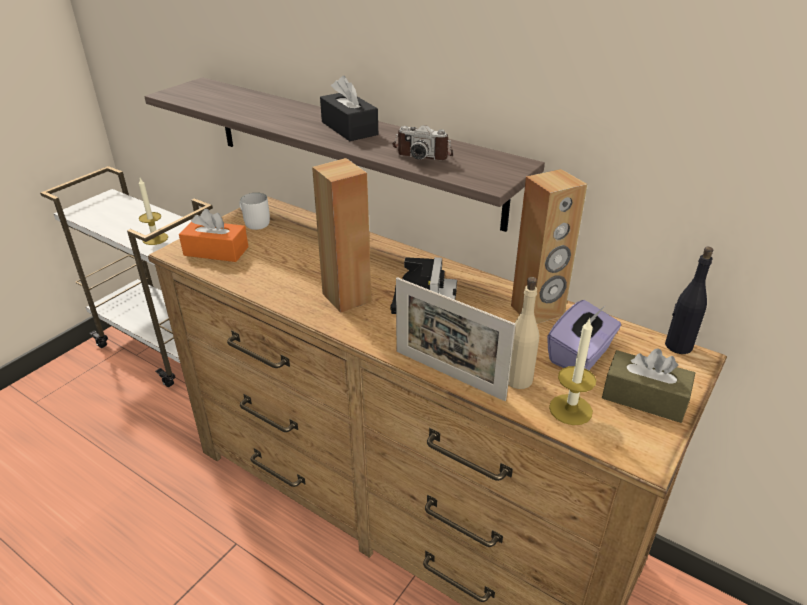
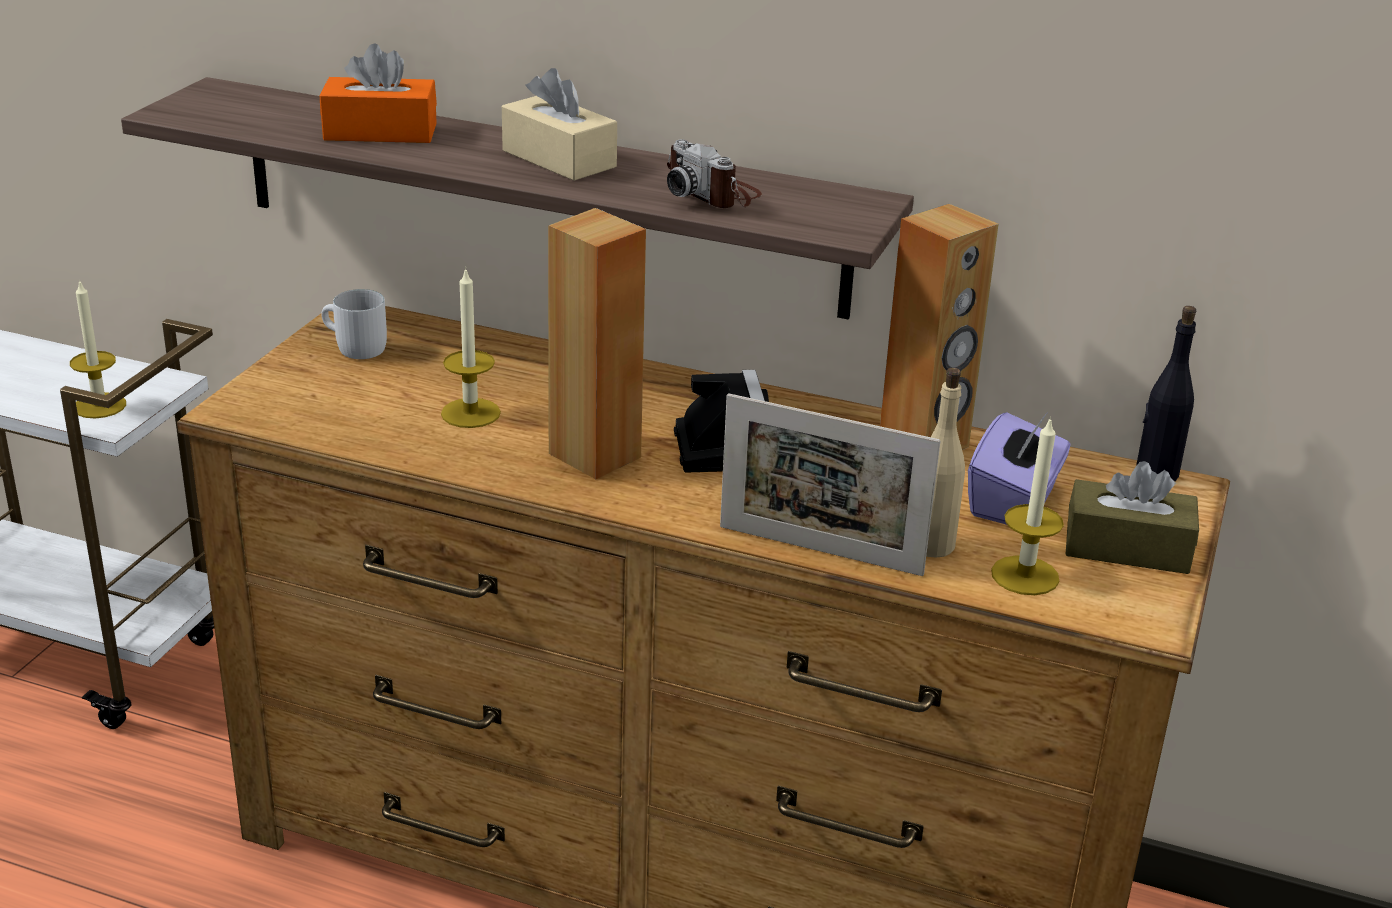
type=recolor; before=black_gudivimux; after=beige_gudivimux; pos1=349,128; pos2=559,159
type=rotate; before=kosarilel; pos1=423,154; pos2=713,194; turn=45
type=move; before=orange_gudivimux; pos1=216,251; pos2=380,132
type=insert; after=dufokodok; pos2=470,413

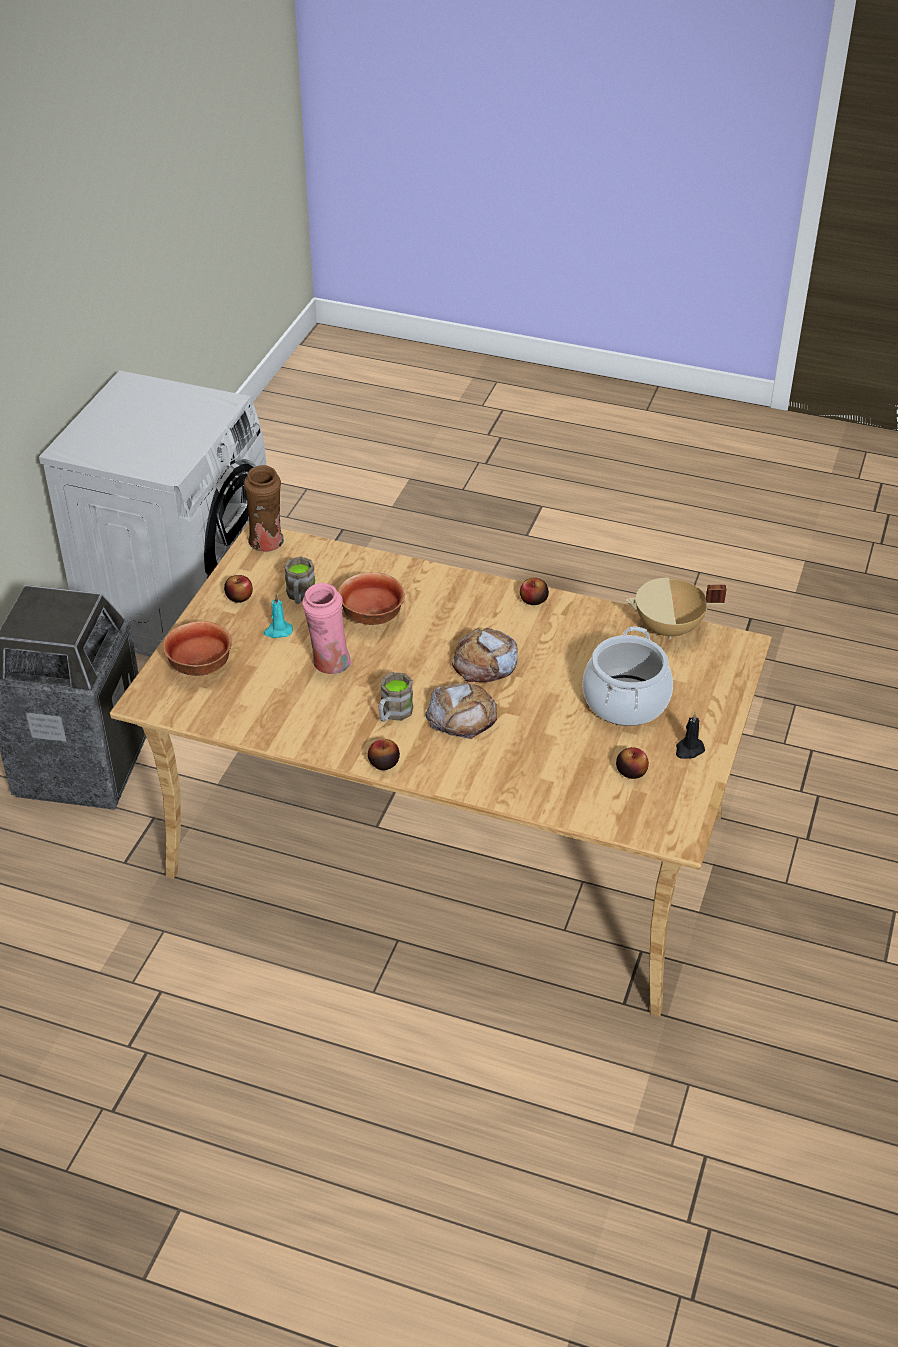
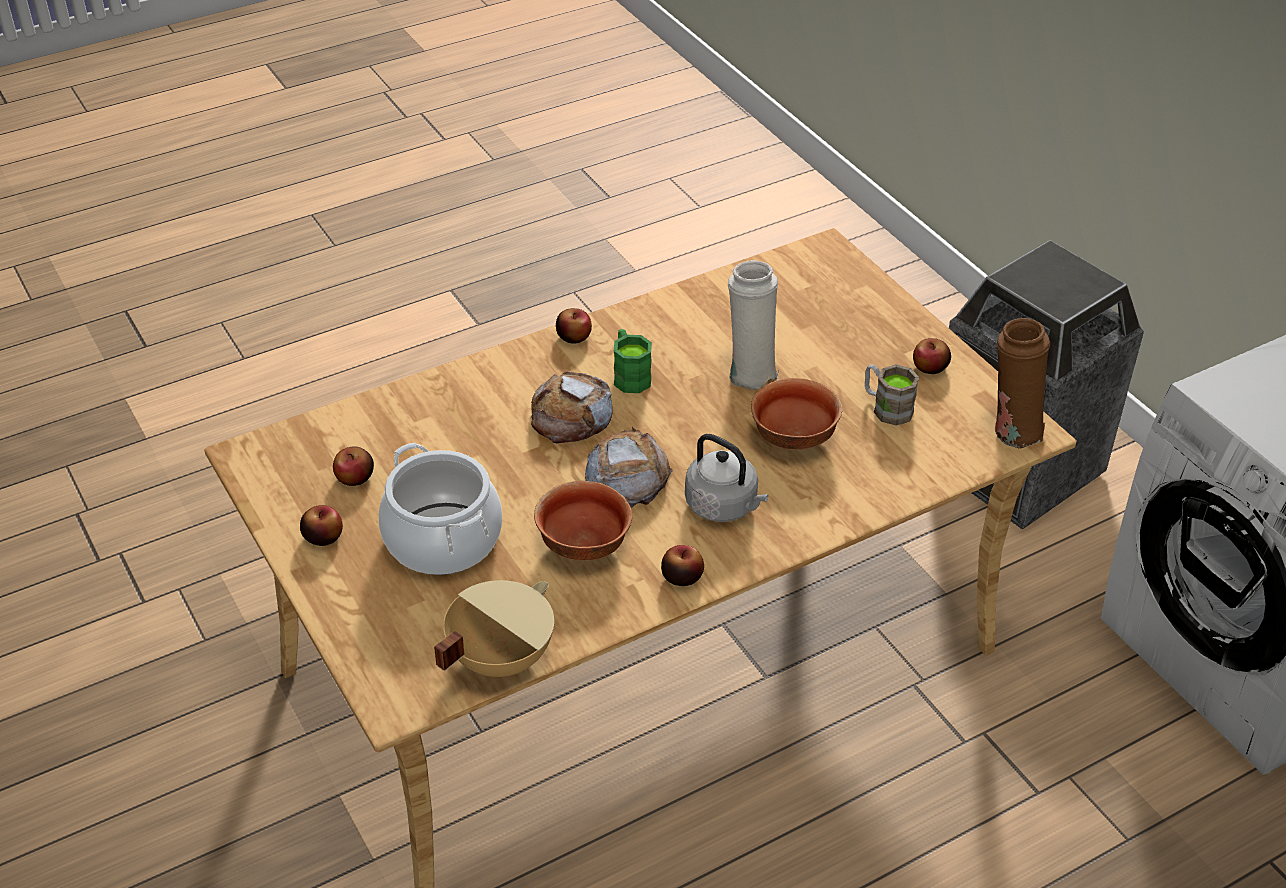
type=recolor; before=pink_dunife; after=white_dunife; pos1=329,665; pos2=749,372
type=delete; before=turquoise_dufokodok; pos1=278,631
type=move; before=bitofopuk; pos1=199,667; pos2=584,544
type=recolor; before=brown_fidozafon; after=green_fidozafon; pos1=393,714; pos2=629,375
type=replace; before=black_dufokodok; after=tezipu; pos1=688,750; pos2=323,537
type=insert; after=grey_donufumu; pos2=724,506

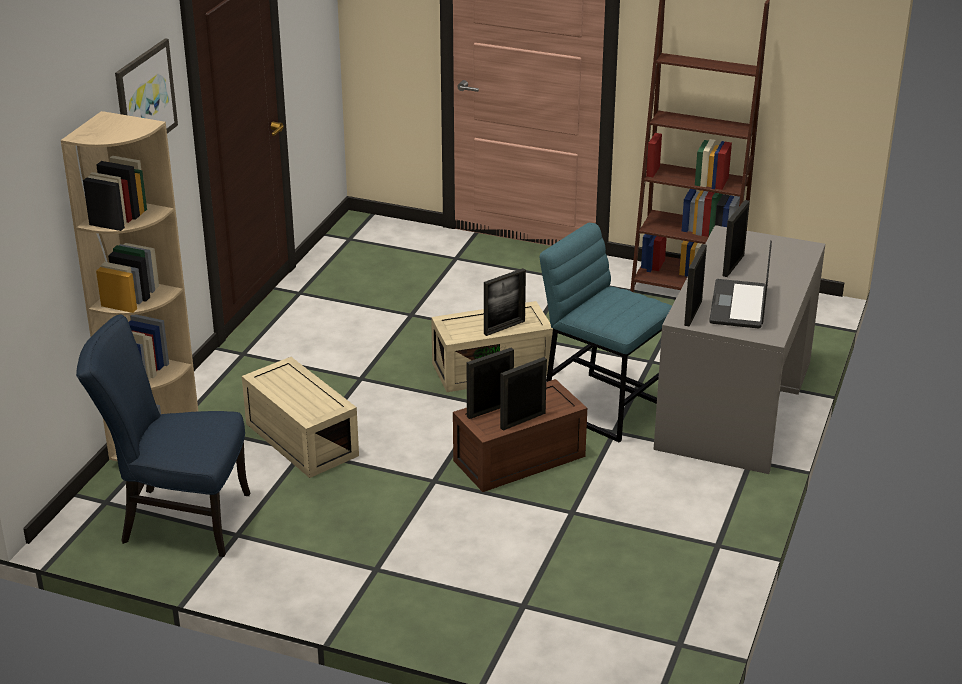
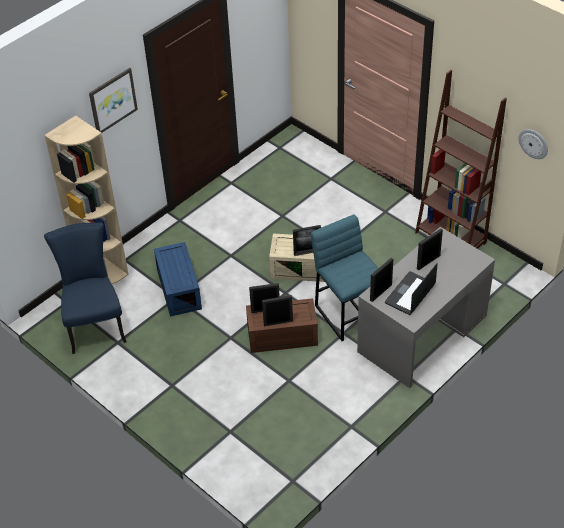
type=rotate; before=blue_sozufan; pos1=177,519; pos2=94,323; turn=45
type=recolor; before=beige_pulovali; after=blue_pulovali; pos1=299,439; pos2=178,289
type=insert; after=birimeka; pos2=533,143

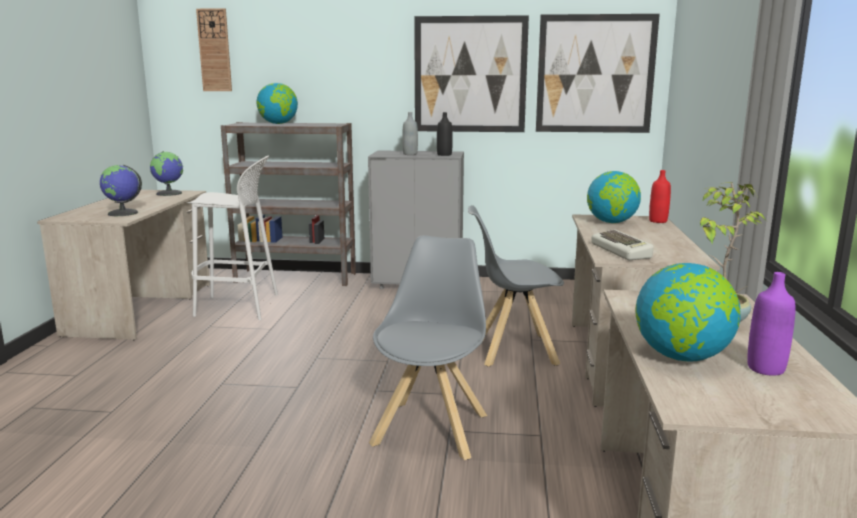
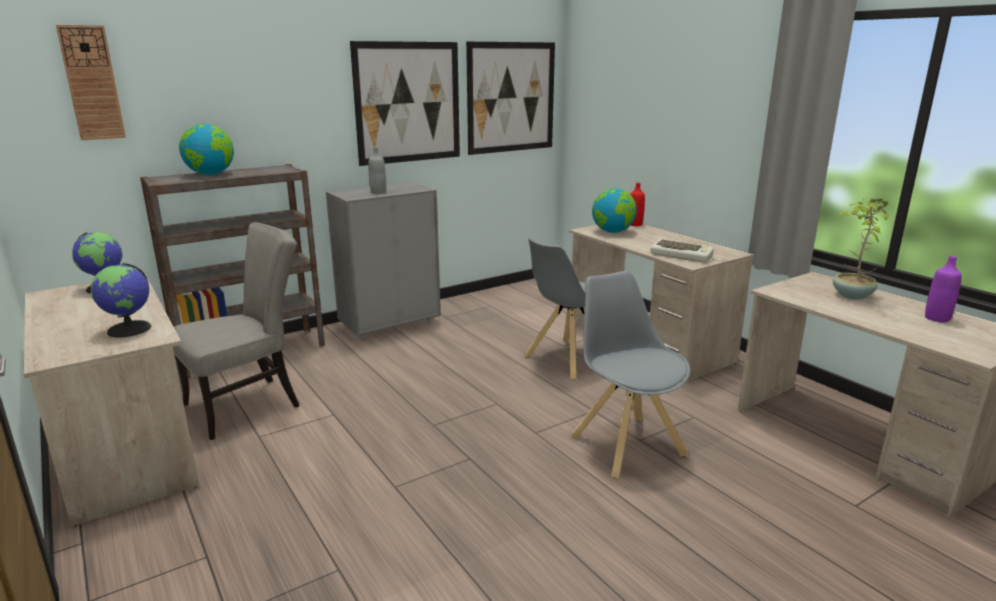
type=delete; before=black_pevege; pos1=444,155
type=replace; before=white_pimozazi; after=grey_sozufan; pos1=238,306; pos2=249,404
type=delete; before=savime; pos1=681,357

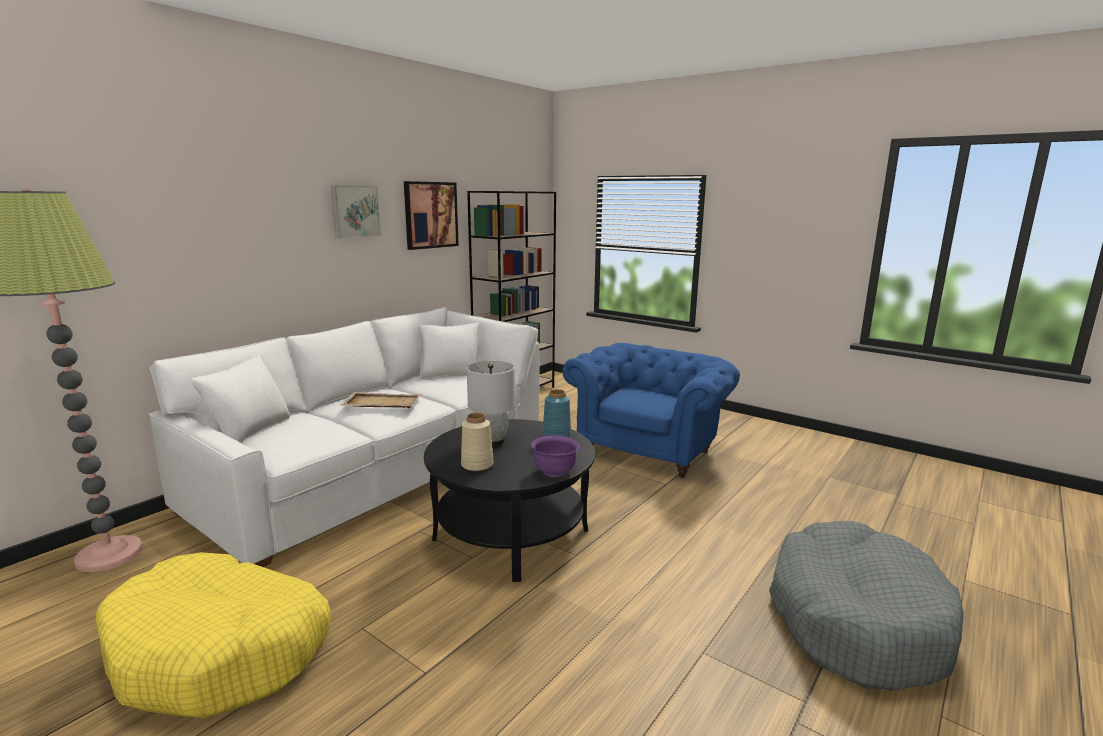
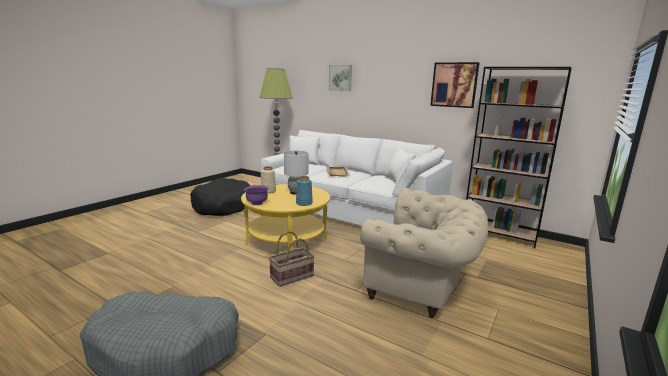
type=move; before=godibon; pos1=354,211; pos2=340,78
type=recolor; before=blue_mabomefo; after=beige_mabomefo; pos1=650,449; pos2=422,287
type=recolor; before=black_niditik; after=yellow_niditik; pos1=511,533; pos2=287,241
type=recolor; before=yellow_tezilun; after=black_tezilun; pos1=220,650; pos2=223,206
type=insert; after=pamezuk; pos2=292,277

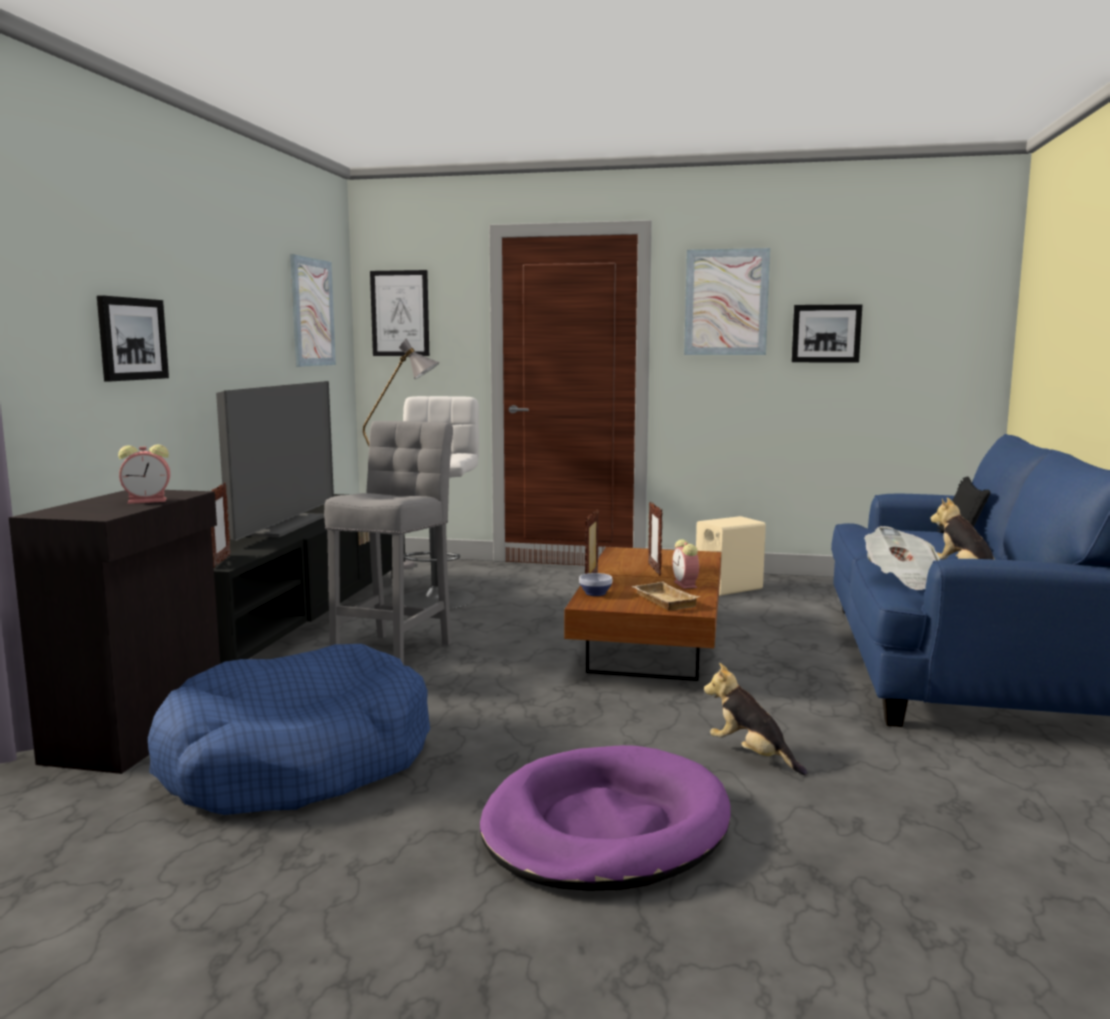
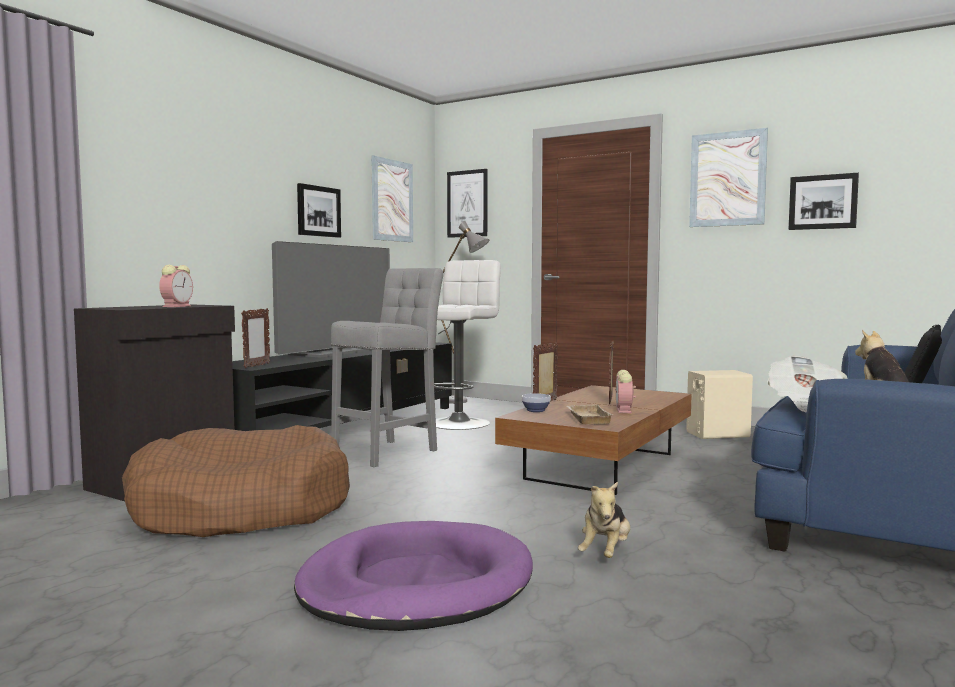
type=move; before=godibon; pos1=131,339; pos2=318,211
type=rotate; before=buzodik; pos1=149,501; pos2=177,306; turn=-75
type=recolor; before=blue_tezilun; after=brown_tezilun; pos1=296,761; pos2=240,508
type=rotate; before=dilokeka; pos1=751,755; pos2=605,553; turn=-135

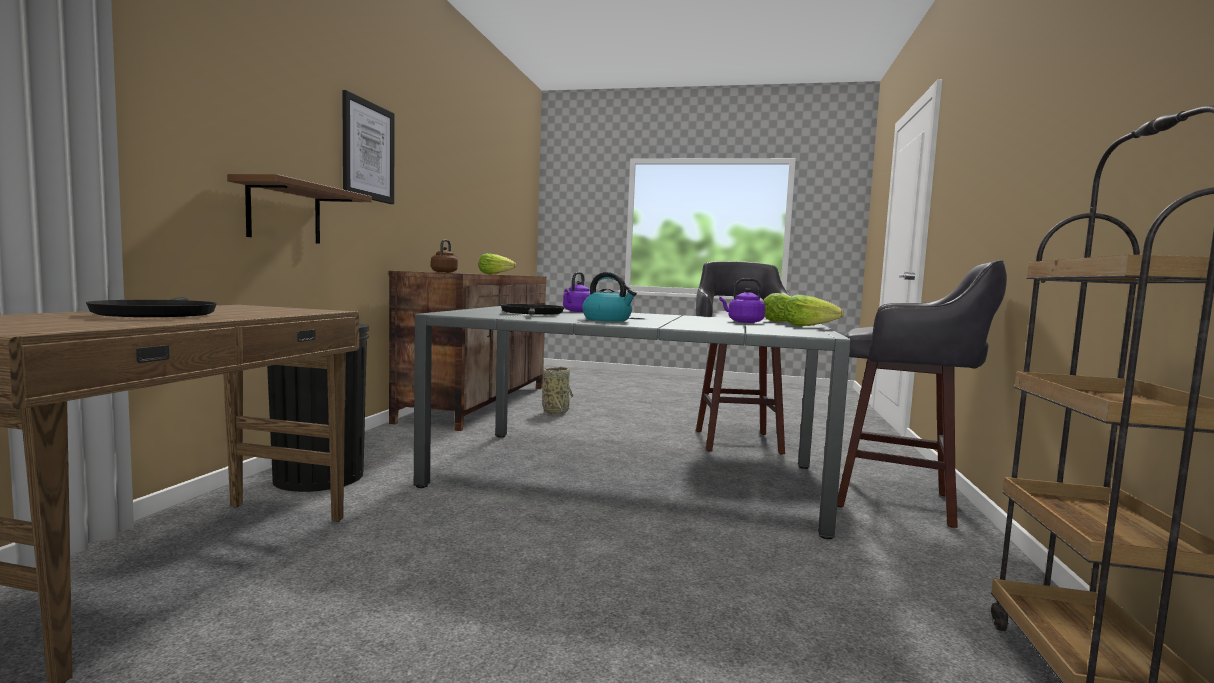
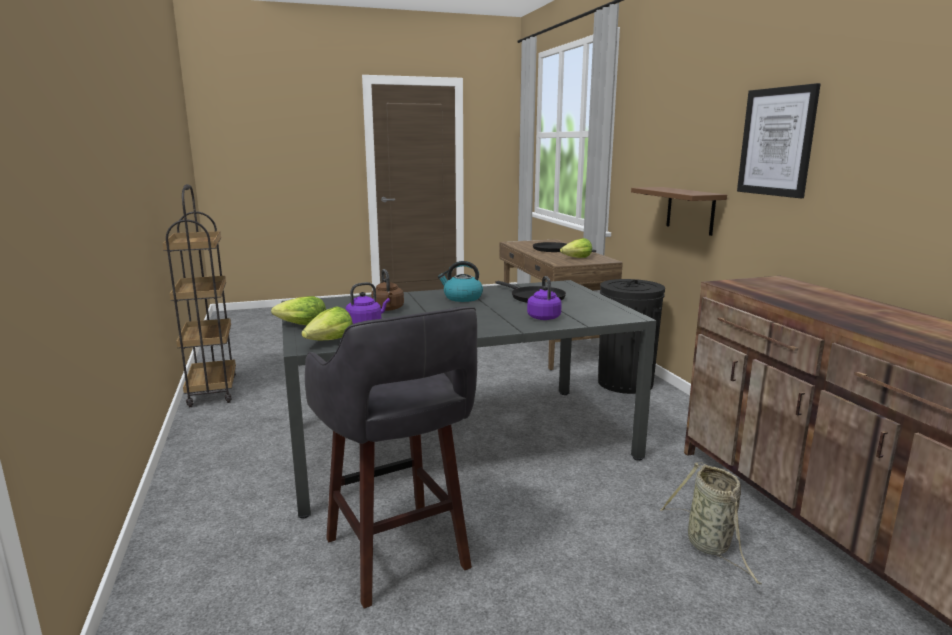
type=move; before=brown_donufumu; pos1=445,272; pos2=388,309
type=move; before=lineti; pos1=495,274; pos2=577,258
type=delete; before=grey_pimozazi; pos1=901,502

